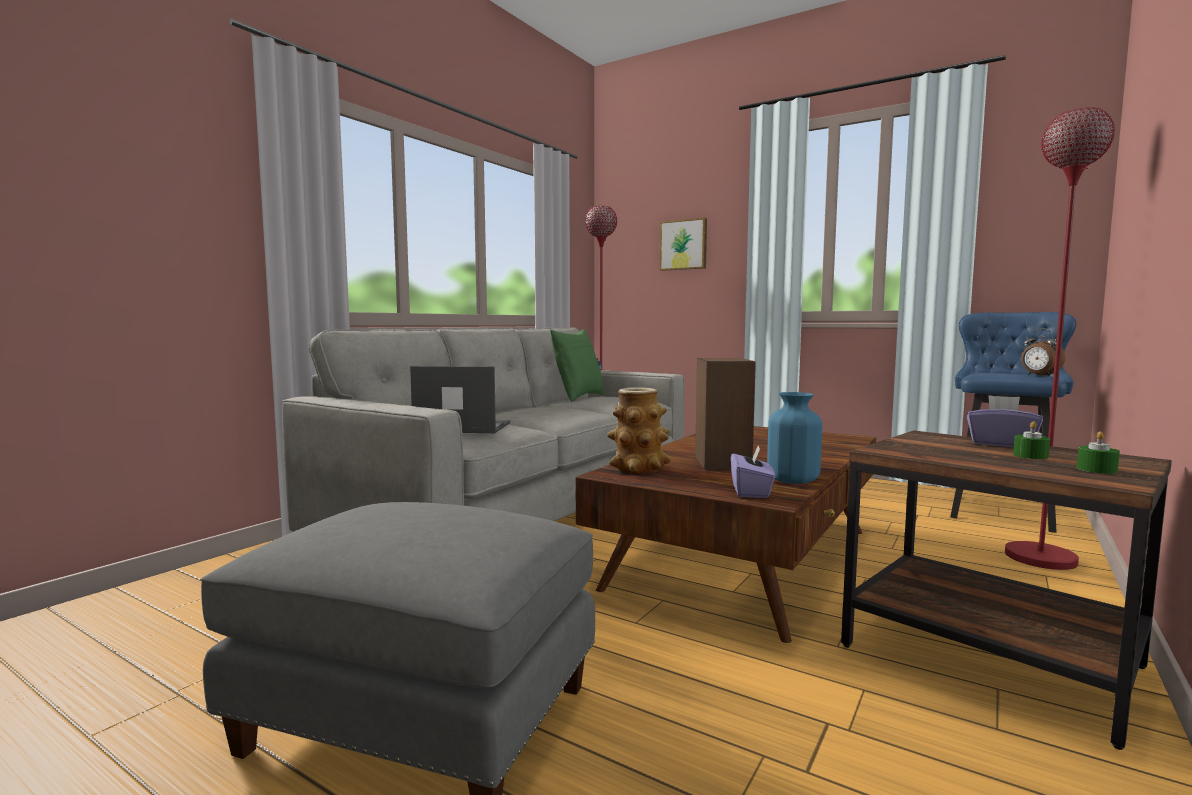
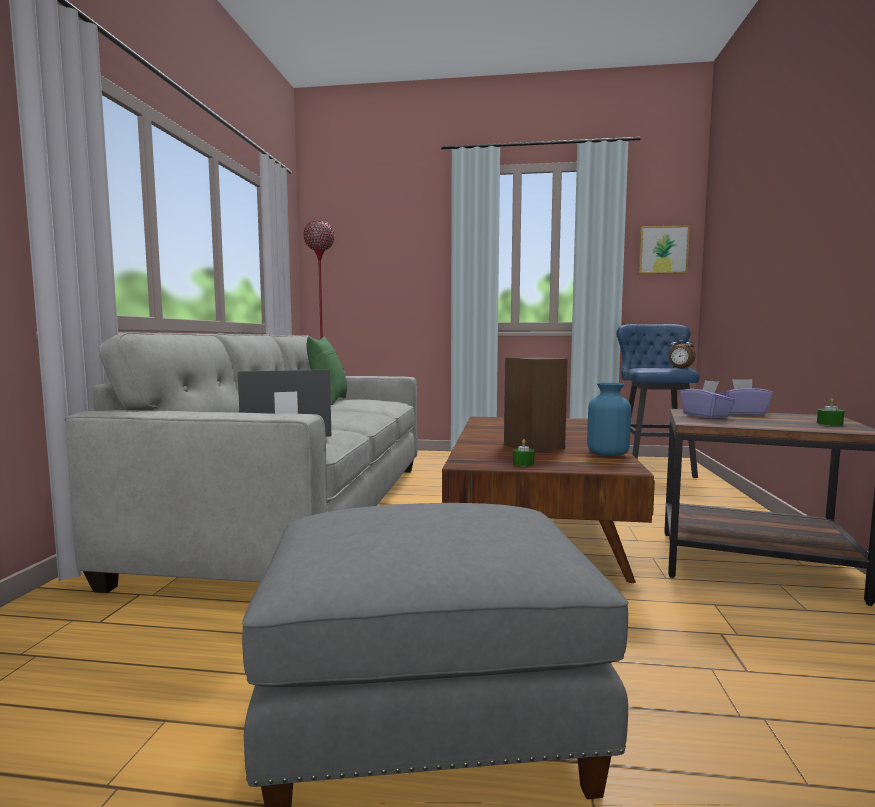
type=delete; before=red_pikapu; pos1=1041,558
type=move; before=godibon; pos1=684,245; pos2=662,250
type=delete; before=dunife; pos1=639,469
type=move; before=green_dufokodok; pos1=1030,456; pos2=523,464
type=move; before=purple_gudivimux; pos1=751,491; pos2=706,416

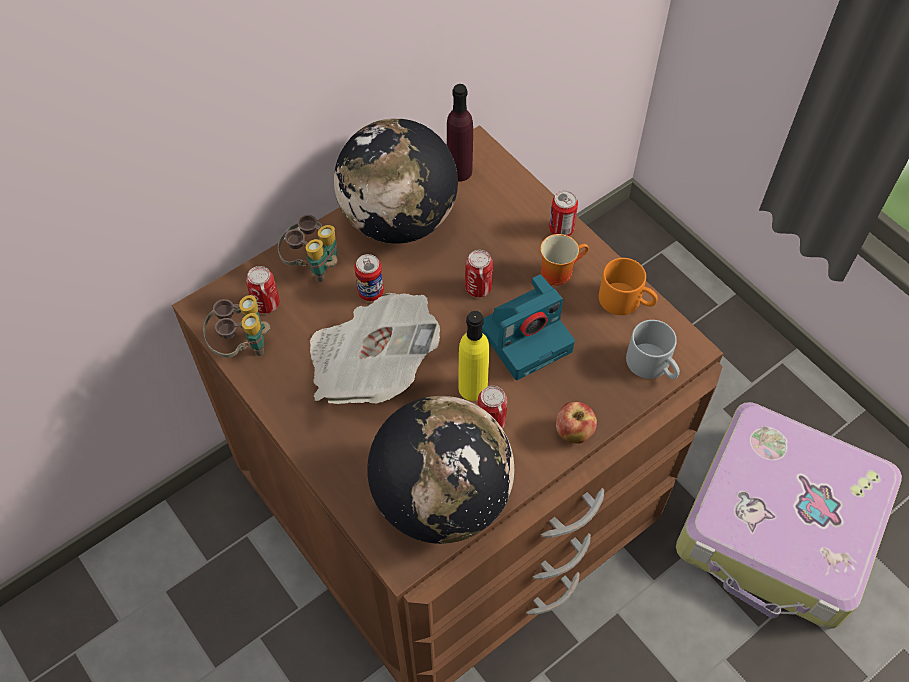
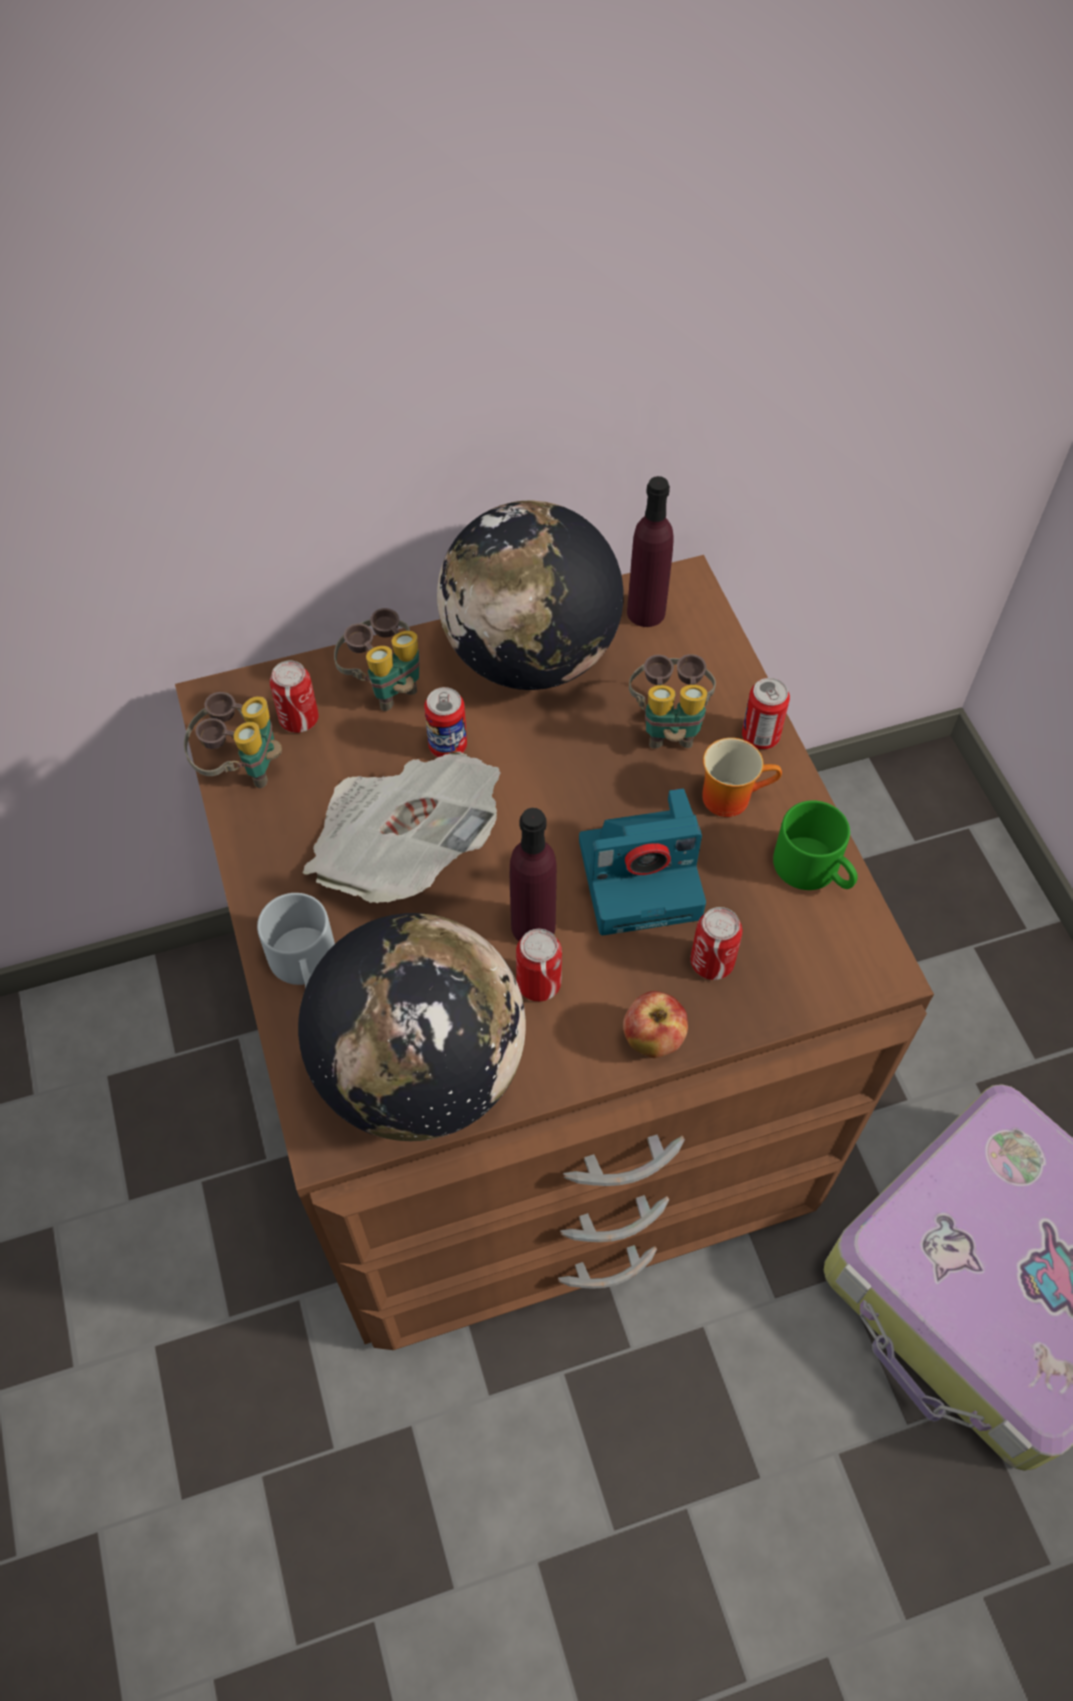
type=move; before=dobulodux; pos1=478,287; pos2=712,962
type=recolor; before=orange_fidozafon; after=green_fidozafon; pos1=626,300; pos2=815,869
type=recolor; before=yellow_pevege; after=purple_pevege; pos1=473,388; pos2=533,926
type=move; before=grey_fidozafon; pos1=653,365; pos2=306,965
type=insert; after=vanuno; pos2=669,725

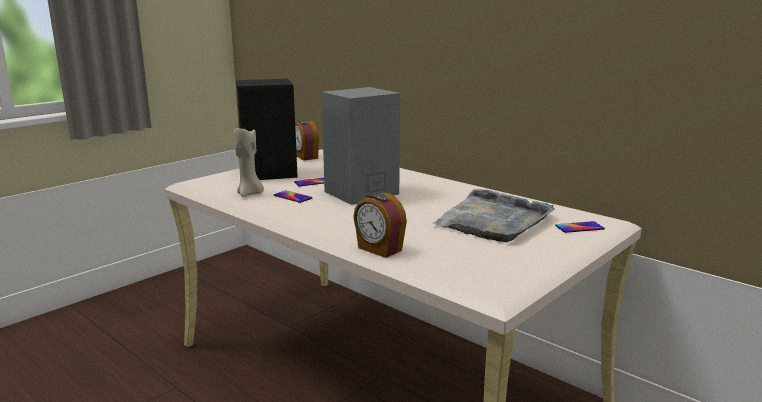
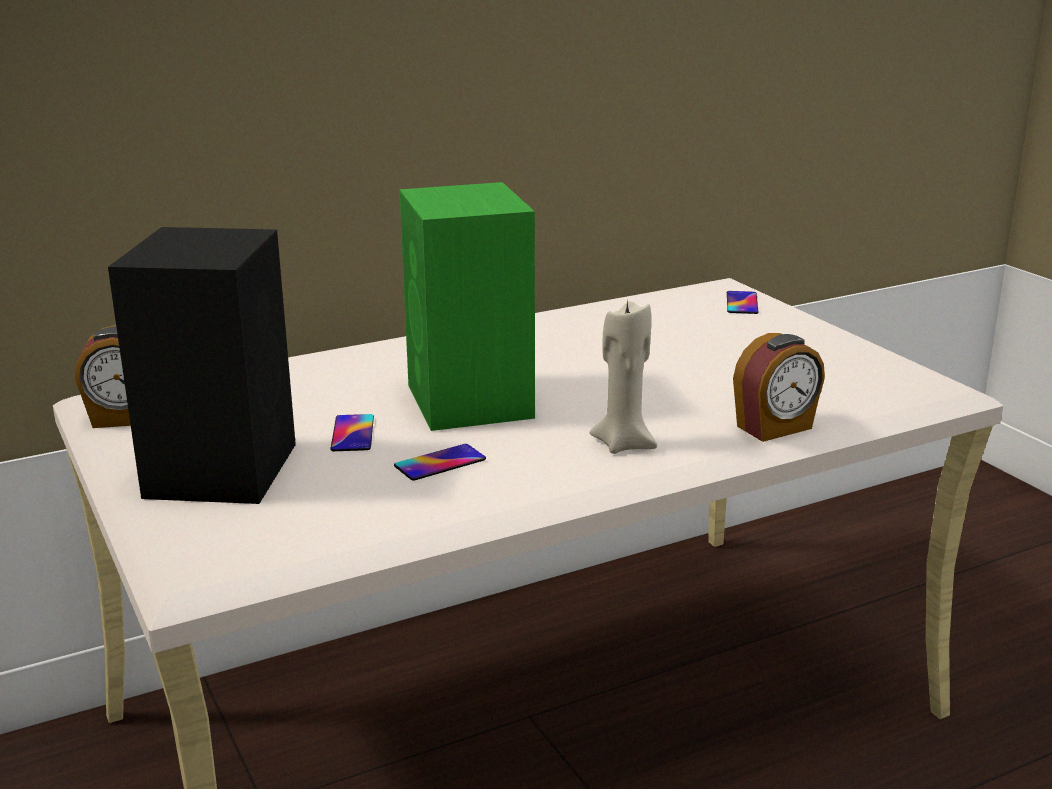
type=recolor; before=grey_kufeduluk; after=green_kufeduluk; pos1=360,193; pos2=470,402
type=move; before=beige_dufokodok; pos1=250,194; pos2=624,444
type=delete; before=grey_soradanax; pos1=493,220

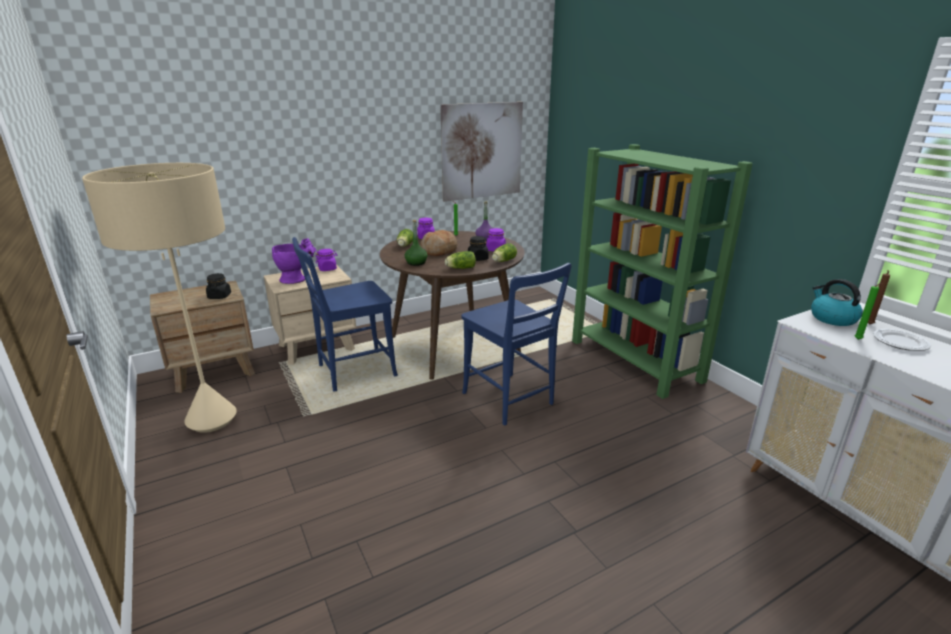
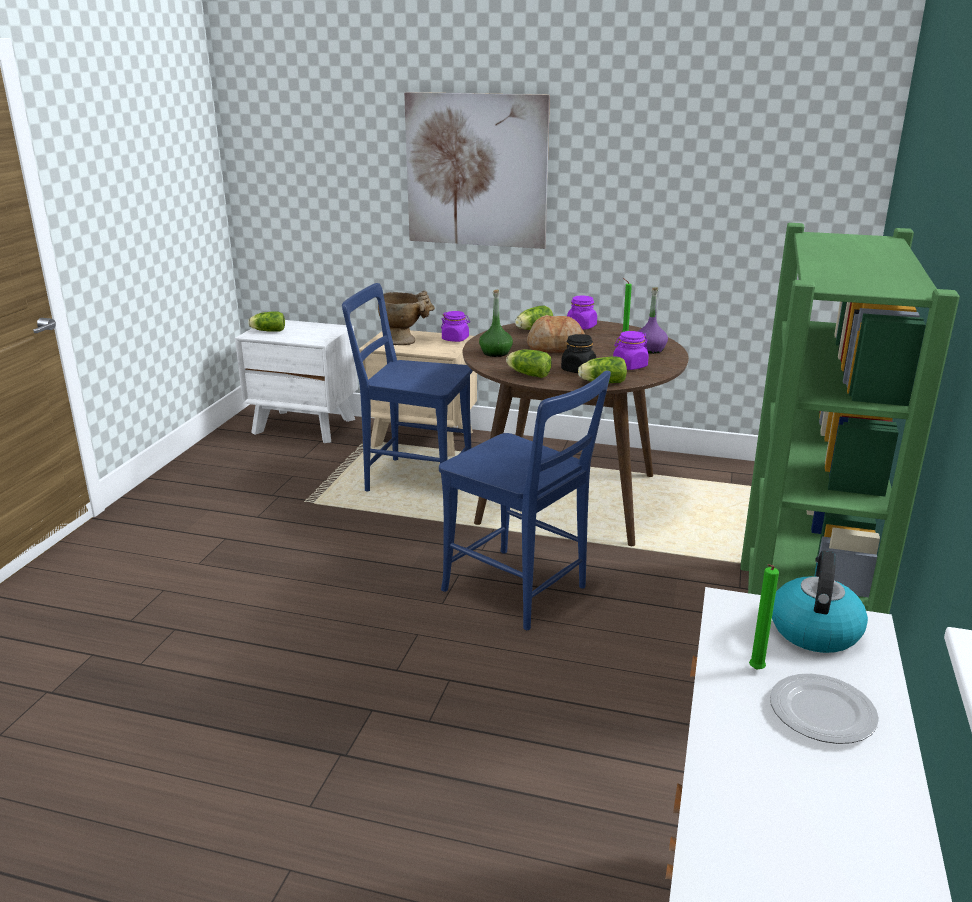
type=move; before=godibon; pos1=482,151; pos2=476,171
type=delete; before=beige_pikapu; pos1=212,421
type=recolor; before=purple_dunife; after=beige_dunife; pos1=297,279; pos2=405,341
type=rotate; before=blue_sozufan; pos1=510,401; pos2=520,591; turn=-60
type=delete; before=brown_dufokodok; pos1=869,324
type=delete; before=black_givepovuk; pos1=219,296
type=recolor; before=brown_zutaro; after=white_zutaro; pos1=214,371; pos2=304,426
type=insert; after=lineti; pos2=267,331

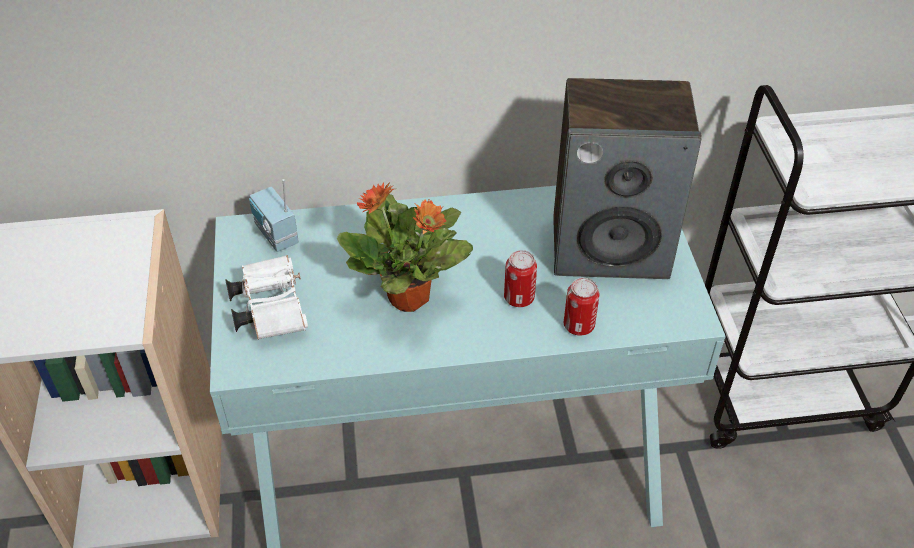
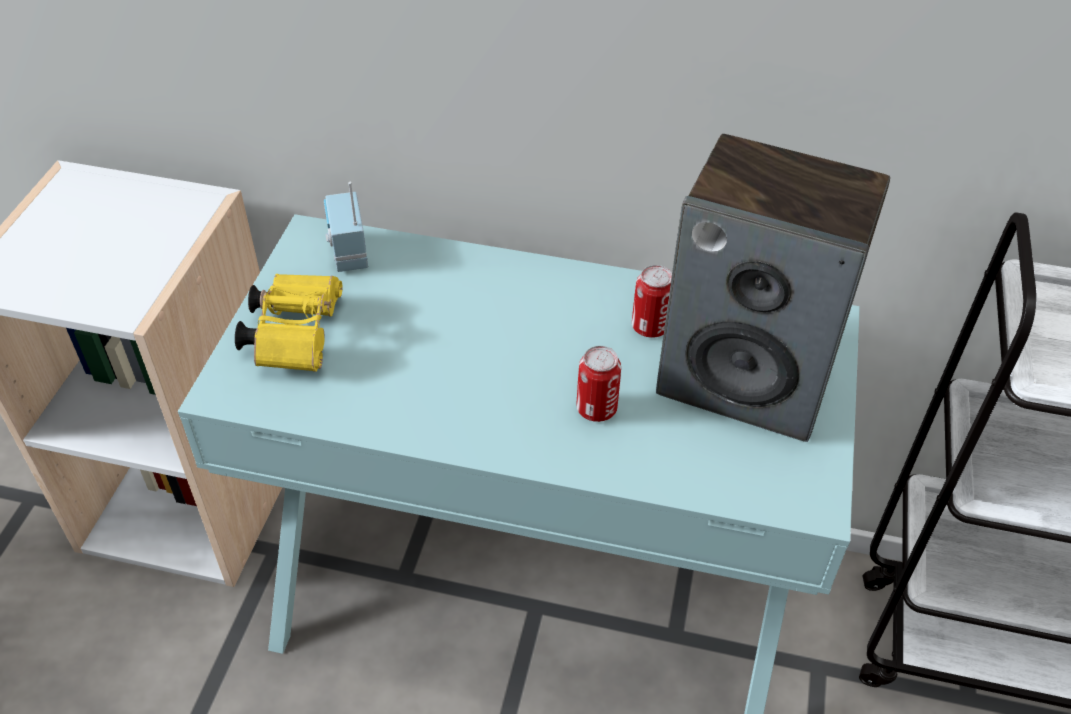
type=delete; before=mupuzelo; pos1=410,298
type=recolor; before=white_vanuno; after=yellow_vanuno; pos1=270,307; pos2=296,333
type=move; before=dobulodux; pos1=578,325; pos2=650,326

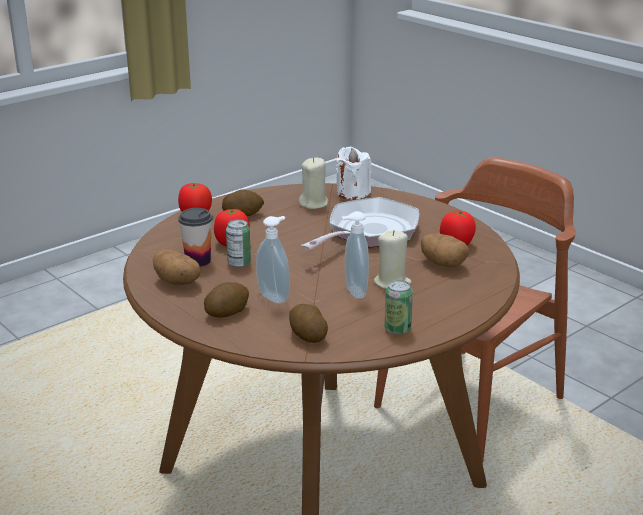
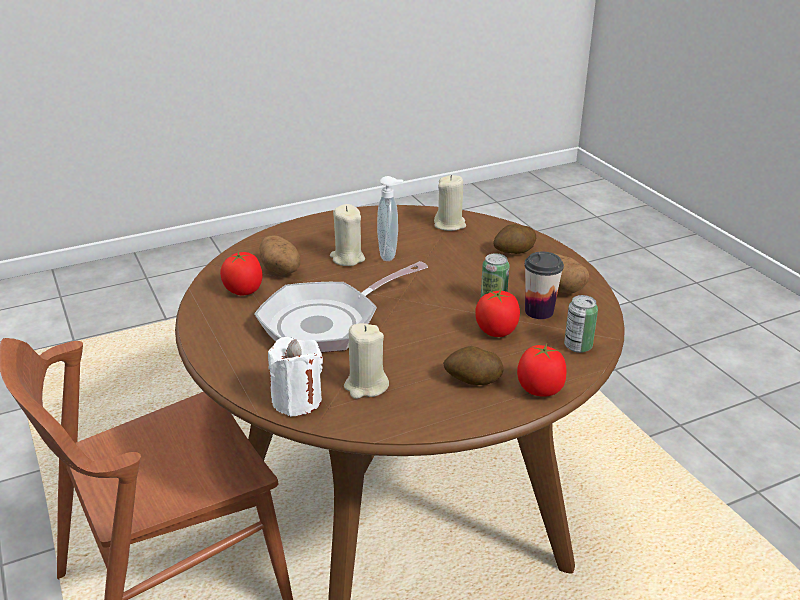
type=delete; before=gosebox; pos1=275,297
type=move; before=dobulodux; pos1=397,329; pos2=578,346
type=replace; before=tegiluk; after=beige_dufokodok; pos1=307,336; pos2=450,224

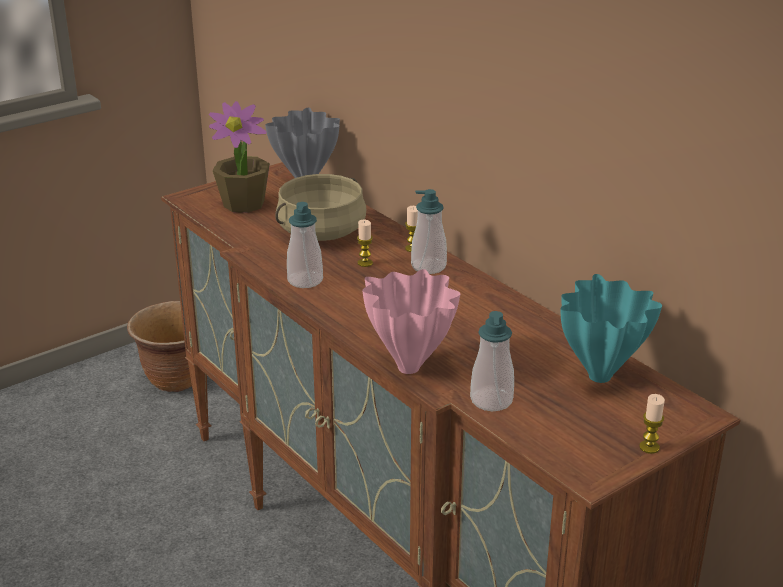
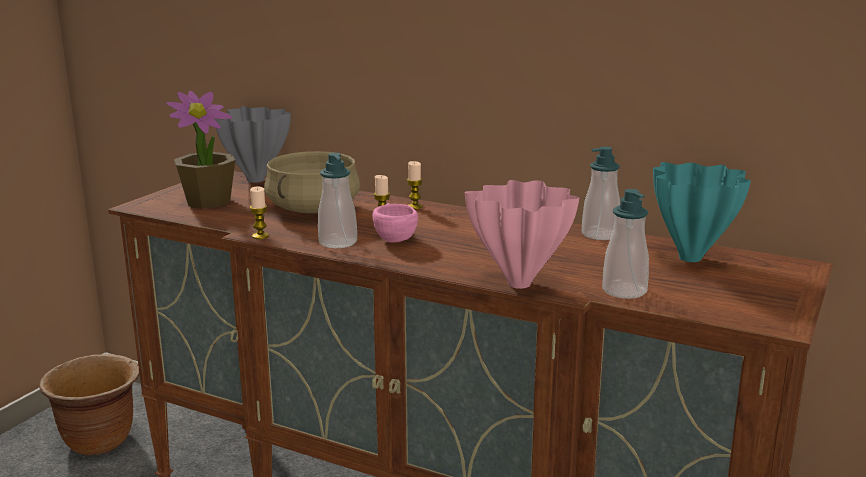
type=move; before=gosebox; pos1=428,266; pos2=600,234
type=move; before=dufokodok; pos1=649,447; pos2=260,236
type=insert; after=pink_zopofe; pos2=393,238

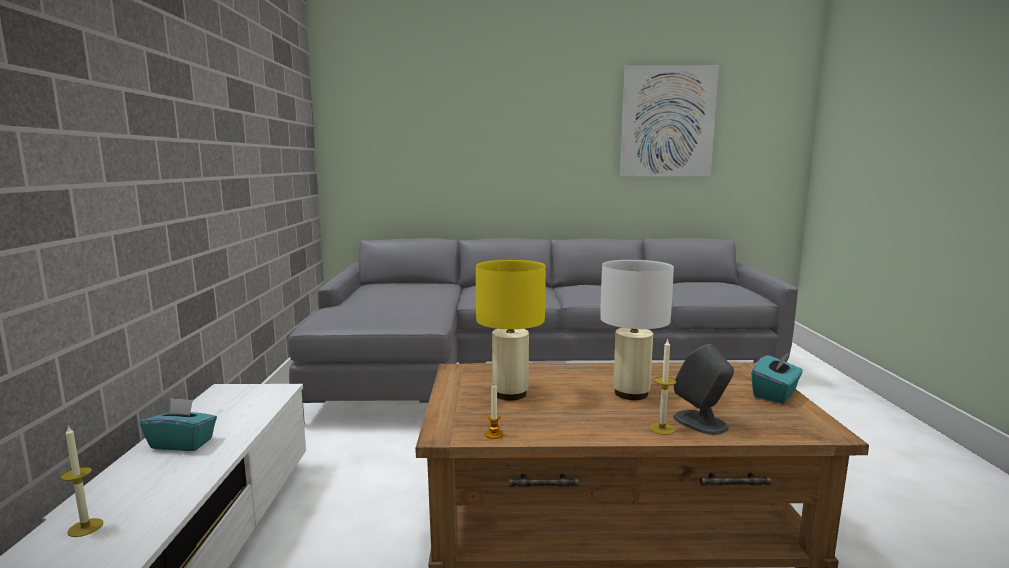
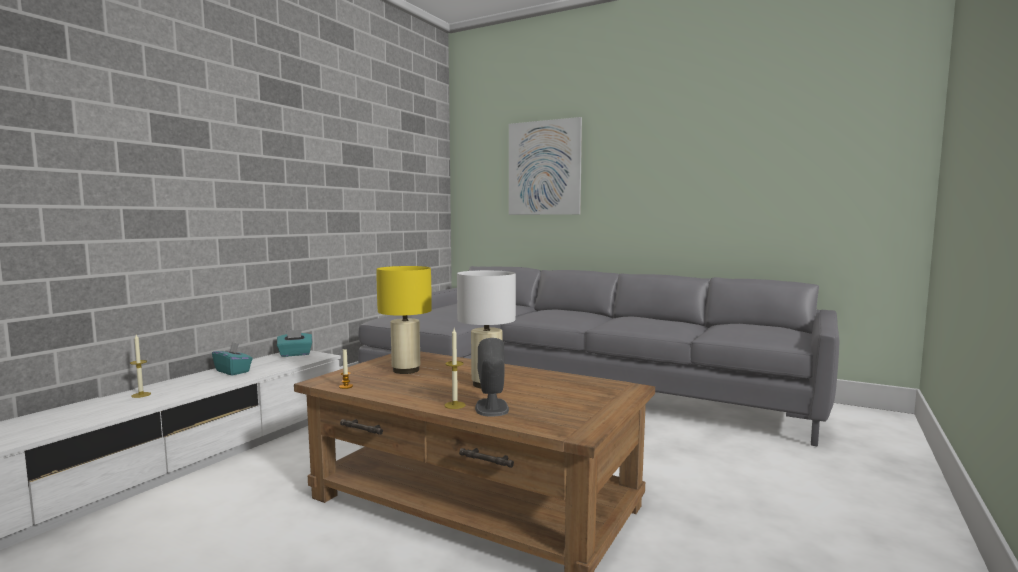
type=move; before=godibon; pos1=667,122; pos2=544,168
type=move; before=turquoise_gudivimux; pos1=775,394; pos2=295,354

